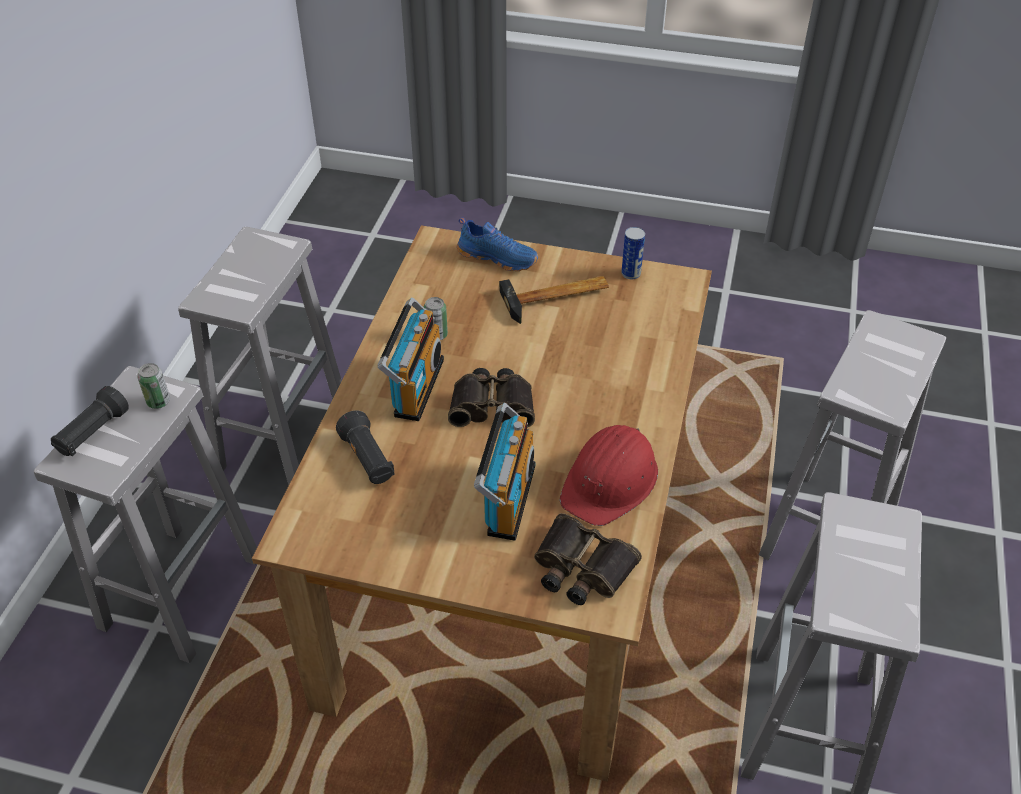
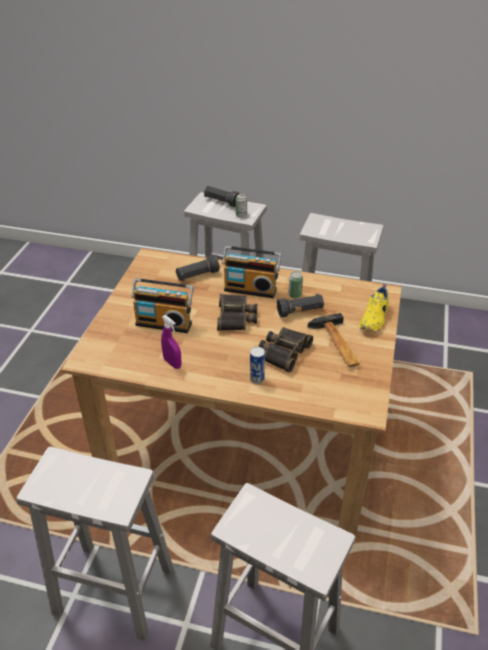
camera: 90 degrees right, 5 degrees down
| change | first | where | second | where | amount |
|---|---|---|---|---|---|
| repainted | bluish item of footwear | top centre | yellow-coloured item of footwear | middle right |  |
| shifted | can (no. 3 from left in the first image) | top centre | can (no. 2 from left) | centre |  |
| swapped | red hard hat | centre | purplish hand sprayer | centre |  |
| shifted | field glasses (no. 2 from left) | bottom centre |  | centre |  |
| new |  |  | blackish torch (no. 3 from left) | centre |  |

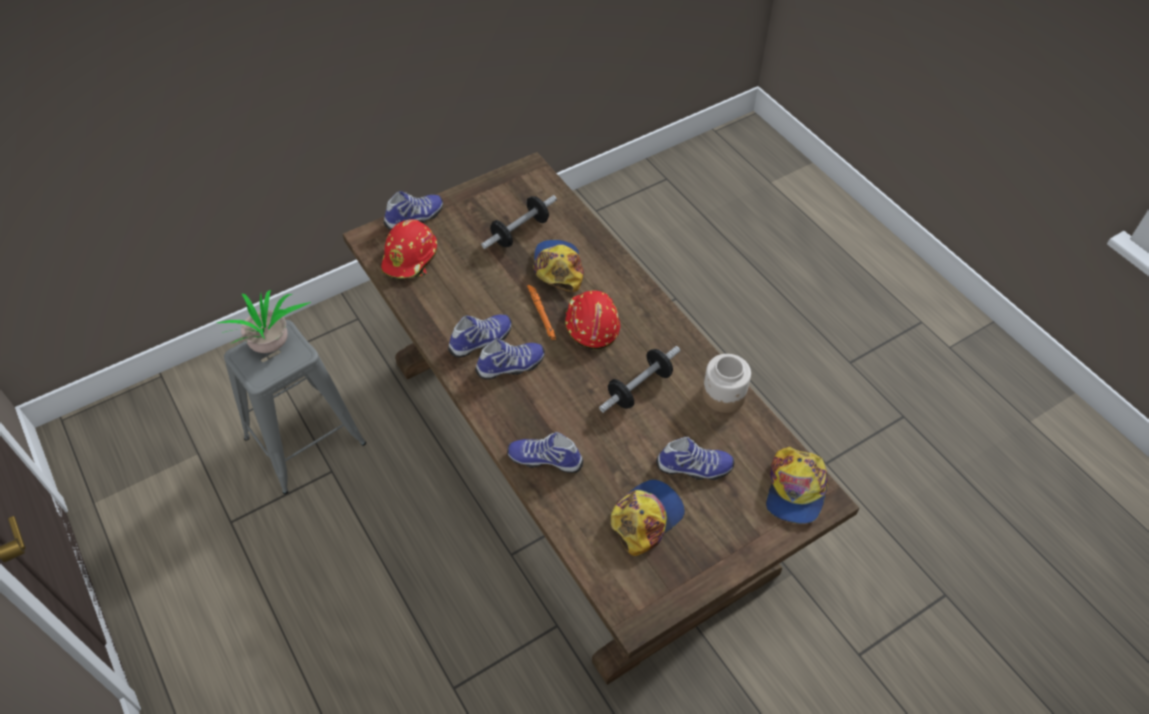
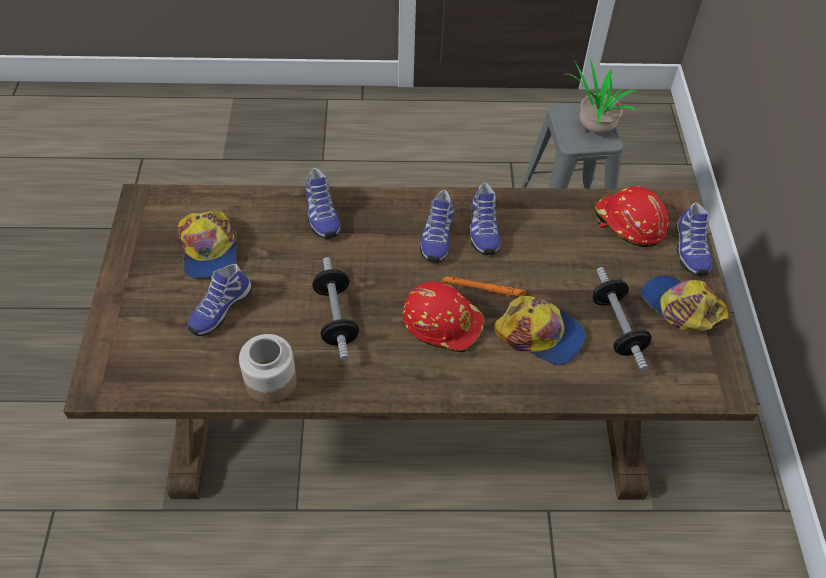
camera: 120 degrees right, 0 degrees up
| change | first | where | second | where | amount |
|---|---|---|---|---|---|
| rotated | item of footwear (no. 4 from left in the first image) | centre | item of footwear (no. 2 from left) | centre | 120 degrees clockwise |
| shifted | baseball cap (no. 3 from left) | bottom right |  | middle right |  |

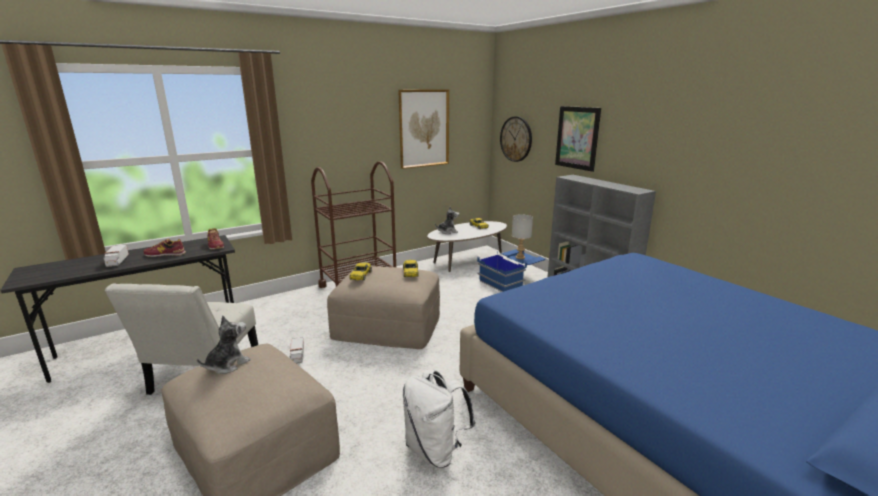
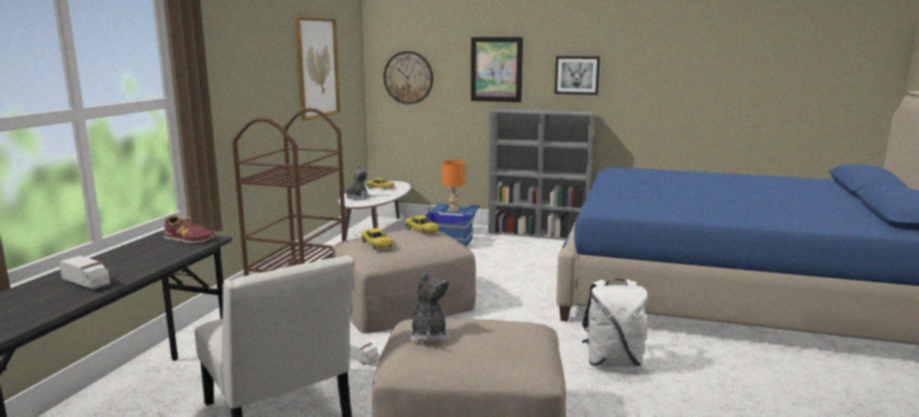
camera: 40 degrees left, 5 degrees down
| change | first | where | second | where | amount |
|---|---|---|---|---|---|
| repainted | greyish table lamp | centre | orange table lamp | centre |  |
| gone | item of footwear (no. 1 from left) | middle left |  |  |  |
| new |  |  | picture (no. 3 from left) | top centre |  |

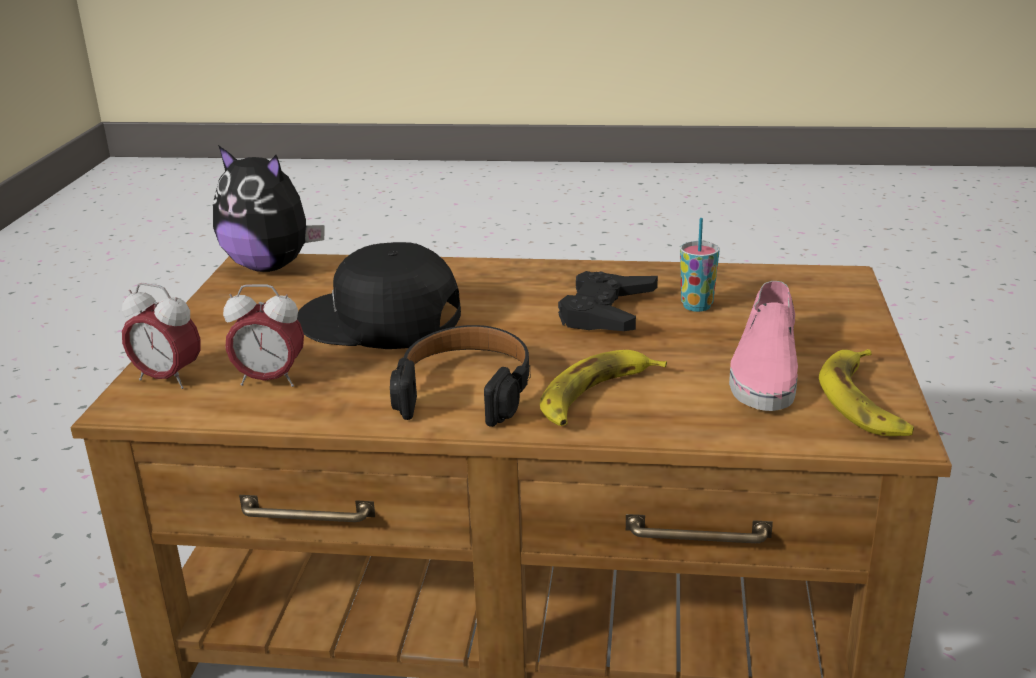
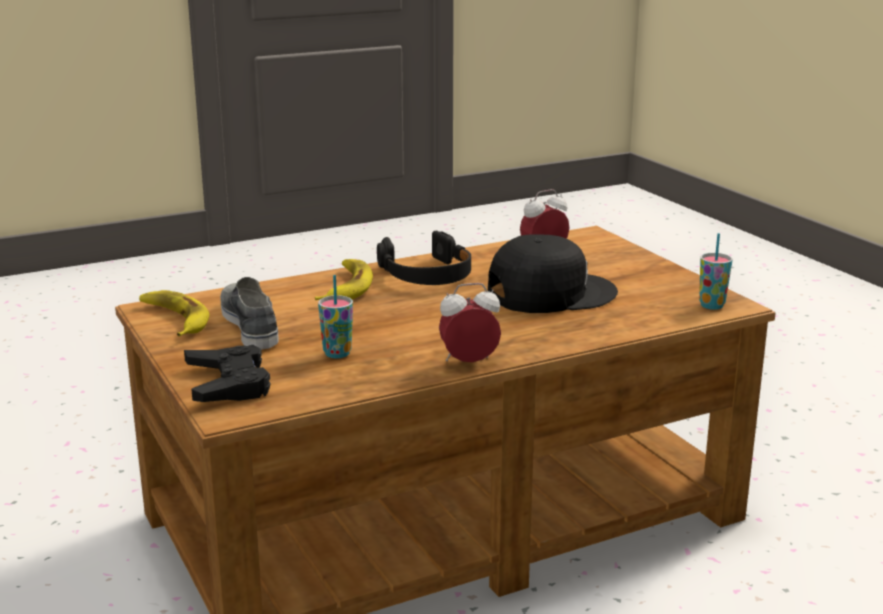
camera: 145 degrees right, 5 degrees down
| change | first | where | second | where | amount |
|---|---|---|---|---|---|
| swapped | plush toy | top left | drinking cup (no. 2 from left) | middle right |  |
| shifted | blackish game controller | centre |  | middle left |  |
| repainted | pink item of footwear | middle right | greyish item of footwear | middle left |  |
| shifted | table clock (no. 1 from left) | middle left |  | centre |  |

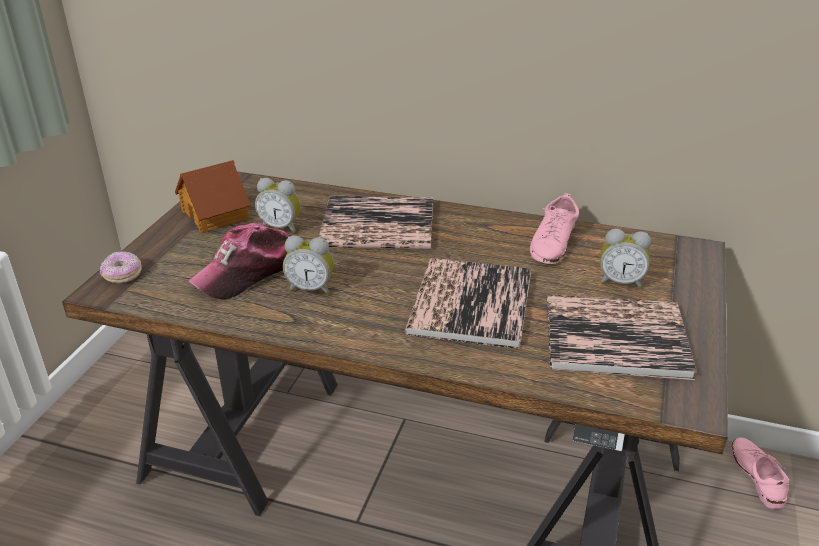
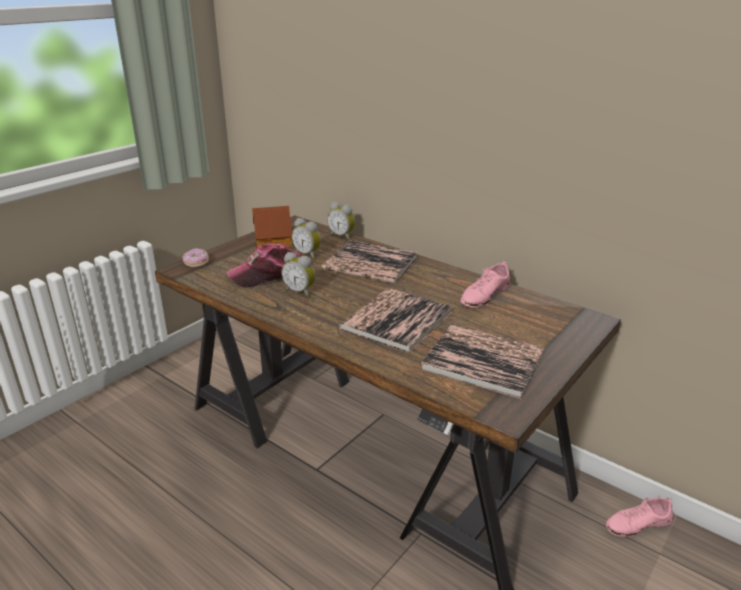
camera: 20 degrees right, 5 degrees down
| change | first | where | second | where | amount |
|---|---|---|---|---|---|
| shifted | table clock (no. 3 from left) | middle right |  | centre |  |
| rotated | pink item of footwear (no. 2 from left) | bottom right |  | bottom right | 120 degrees counterclockwise |

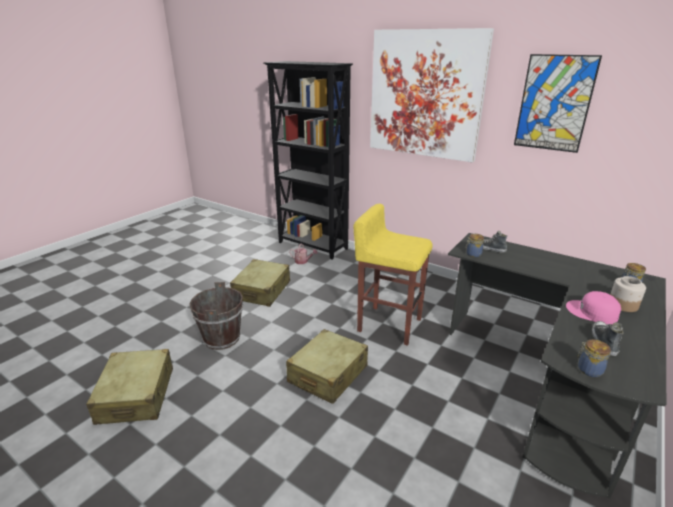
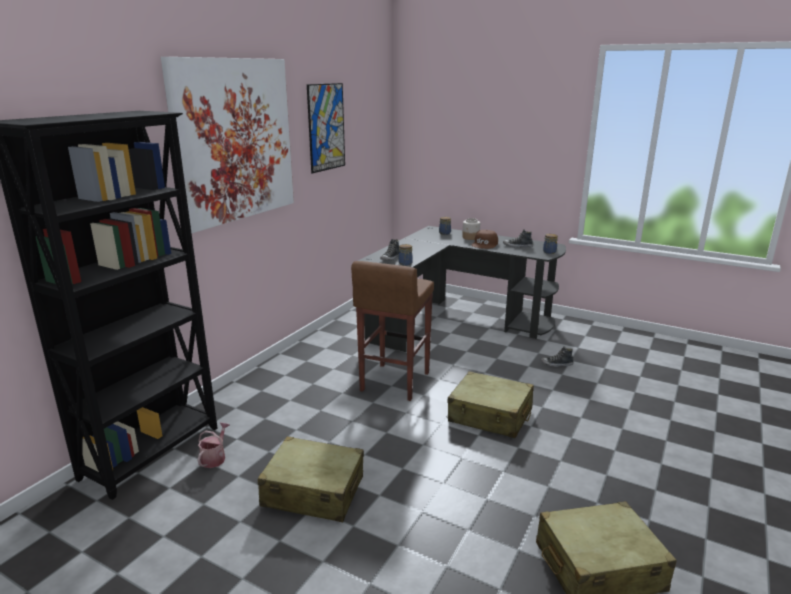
camera: 95 degrees left, 5 degrees down
| change | first | where | second | where | amount |
|---|---|---|---|---|---|
| repainted | yellow-coloured sitting stool | centre | brown sitting stool | centre |  |
| gone | brown bucket | middle left |  |  |  |
| repainted | pink baseball cap | middle right | brown baseball cap | centre |  |
| new |  |  | item of footwear (no. 3 from left) | middle right |  |

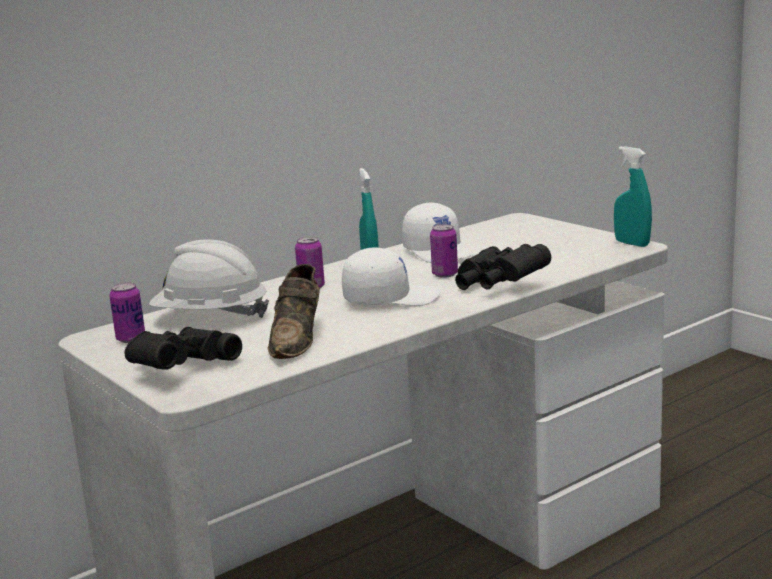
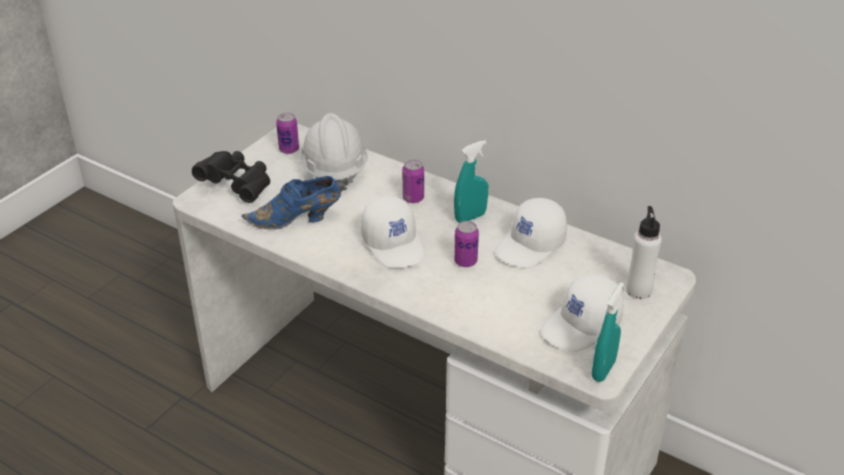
camera: 70 degrees right, 20 degrees up
| change | first | where | second | where | amount |
|---|---|---|---|---|---|
| gone | blackish field glasses (no. 2 from left) | centre |  |  |  |
| repainted | brown item of footwear | centre | bluish item of footwear | centre |  |
| new |  |  | whitish drink bottle | middle right |  |
| new |  |  | whitish baseball cap (no. 3 from left) | middle right |  |

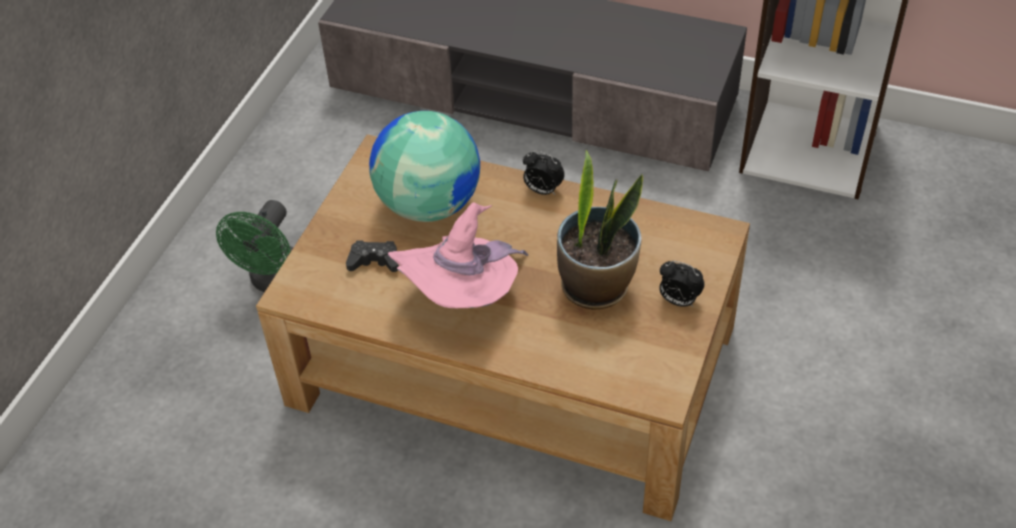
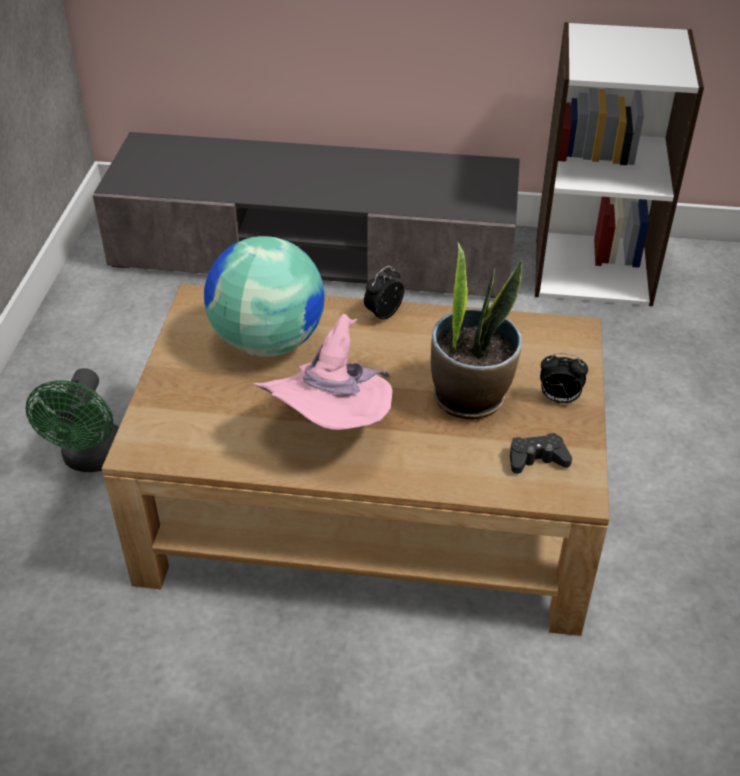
camera: 15 degrees left, 5 degrees down
| change | first | where | second | where | amount |
|---|---|---|---|---|---|
| rotated | table clock (no. 1 from left) | top centre |  | centre | 120 degrees clockwise |
| shifted | blackish game controller | centre |  | middle right |  |

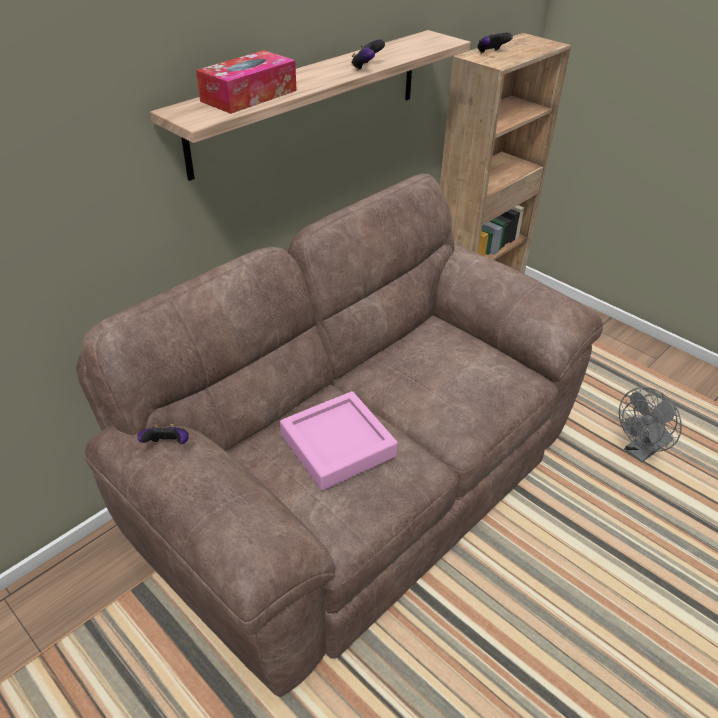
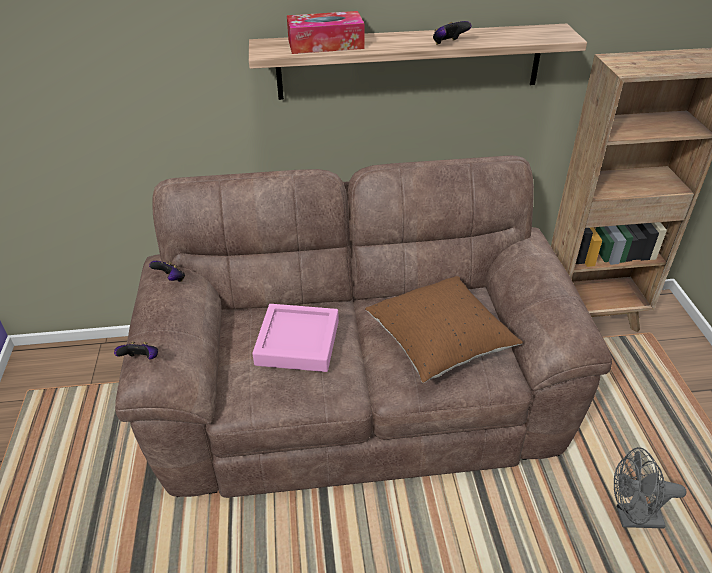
camera: 40 degrees right, 0 degrees up
| change | first | where | second | where | amount |
|---|---|---|---|---|---|
| shifted | game controller (no. 3 from left in the first image) | top right | game controller (no. 1 from left) | middle left |  |
| new |  |  | brown cushion | centre |  |

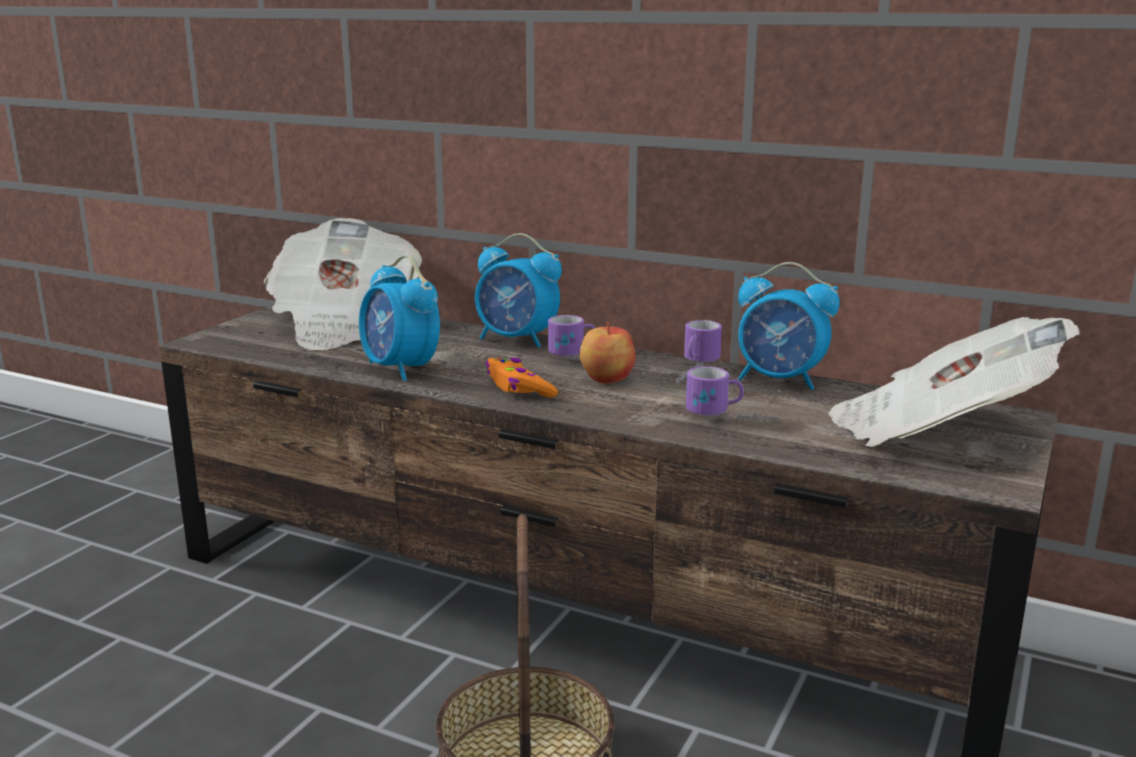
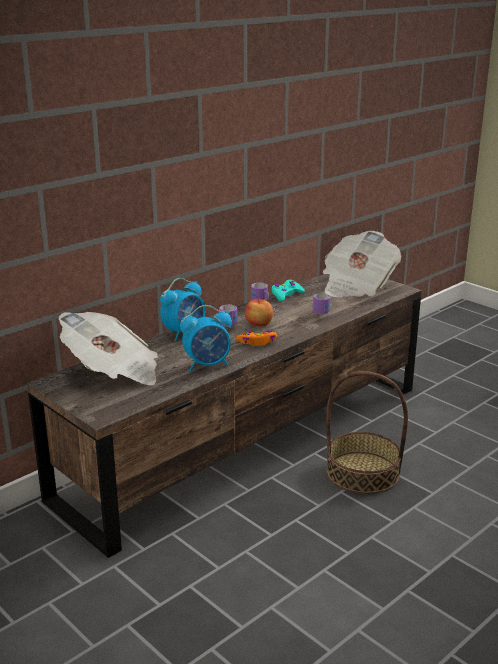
camera: 70 degrees left, 5 degrees up
| change | first | where | second | where | amount |
|---|---|---|---|---|---|
| swapped | table clock (no. 3 from left) | middle right | turquoise-coloured game controller | centre |  |

